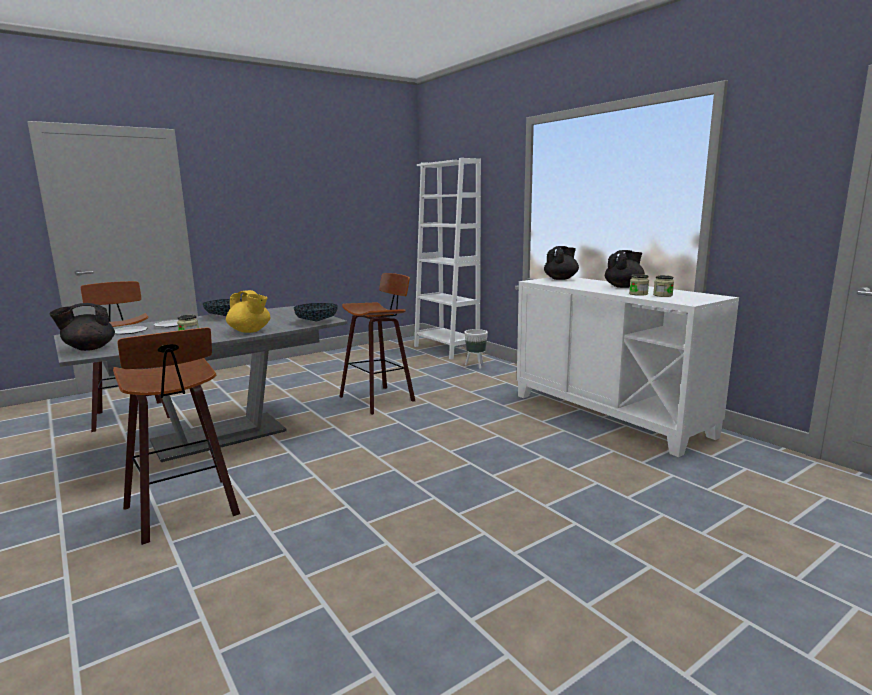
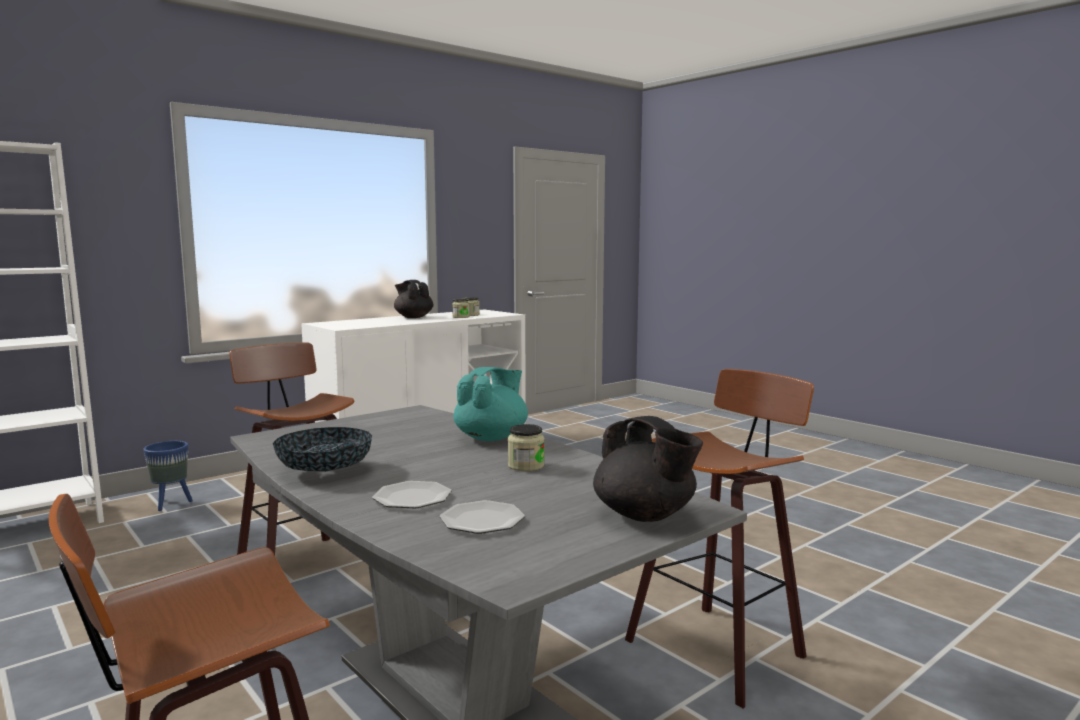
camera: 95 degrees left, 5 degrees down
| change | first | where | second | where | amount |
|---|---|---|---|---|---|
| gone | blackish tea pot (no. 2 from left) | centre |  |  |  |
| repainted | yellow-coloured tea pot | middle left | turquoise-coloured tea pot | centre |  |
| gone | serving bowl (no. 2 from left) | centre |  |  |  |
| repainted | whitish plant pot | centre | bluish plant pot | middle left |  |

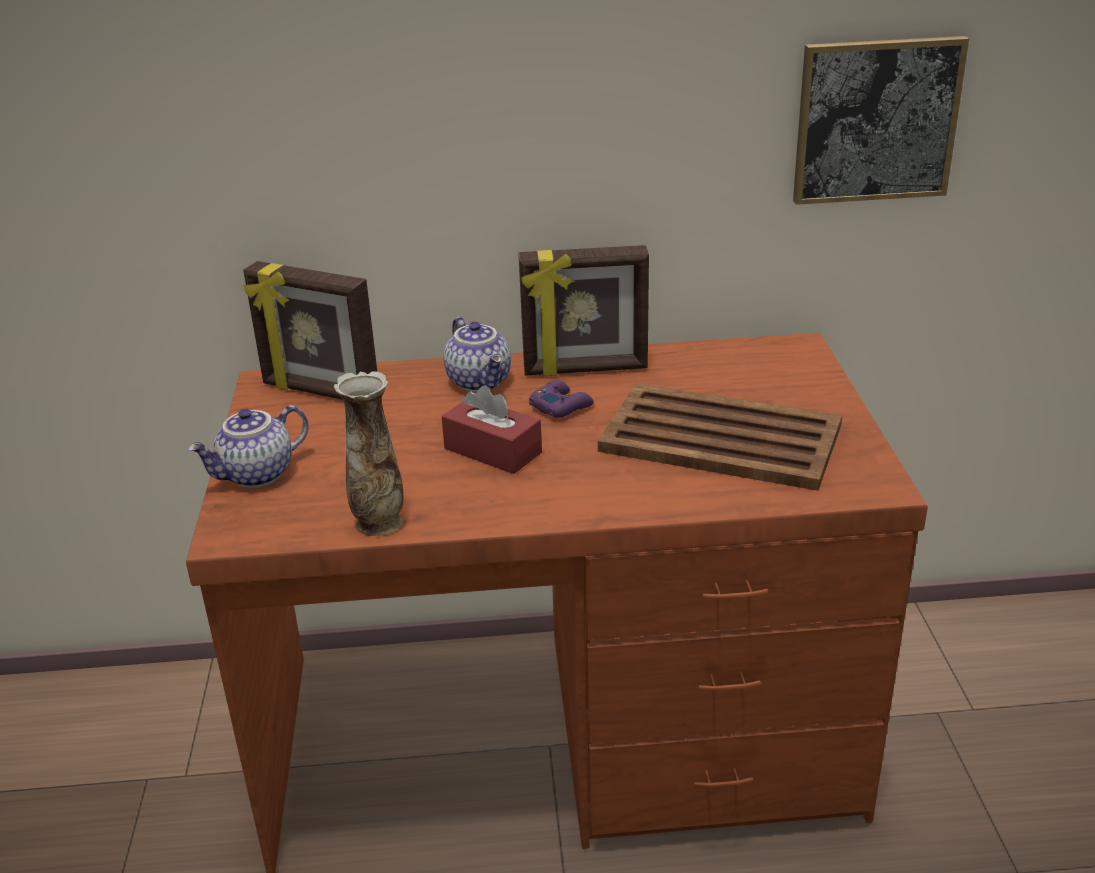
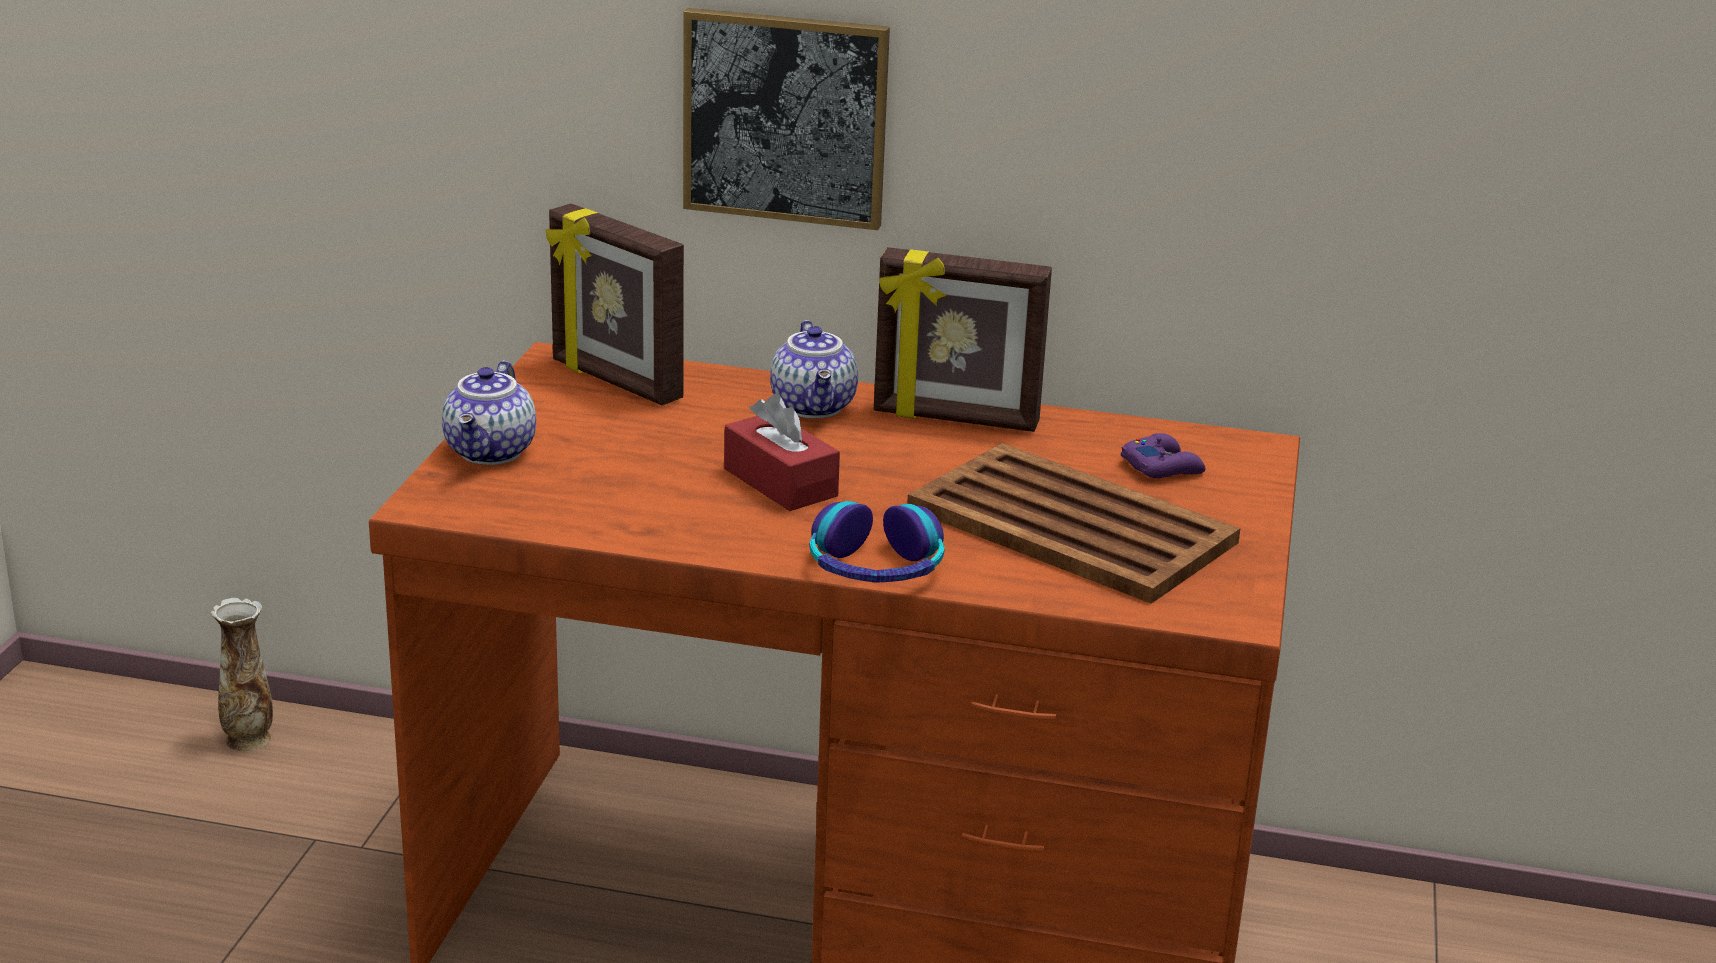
camera: 15 degrees right, 5 degrees down
| change | first | where | second | where | amount |
|---|---|---|---|---|---|
| shifted | picture | top right |  | top centre |  |
| shifted | vase | centre |  | bottom left |  |
| shifted | purplish game controller | centre |  | middle right |  |
| rotated | tea pot (no. 1 from left) | middle left |  | middle left | 60 degrees counterclockwise |
| new |  |  | headphones | centre |  |

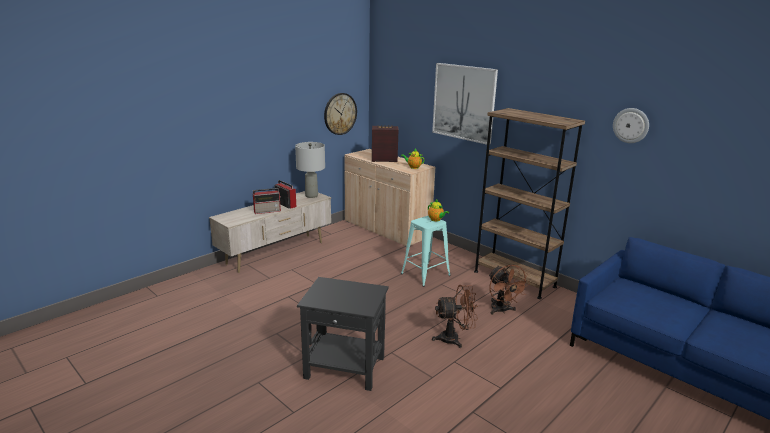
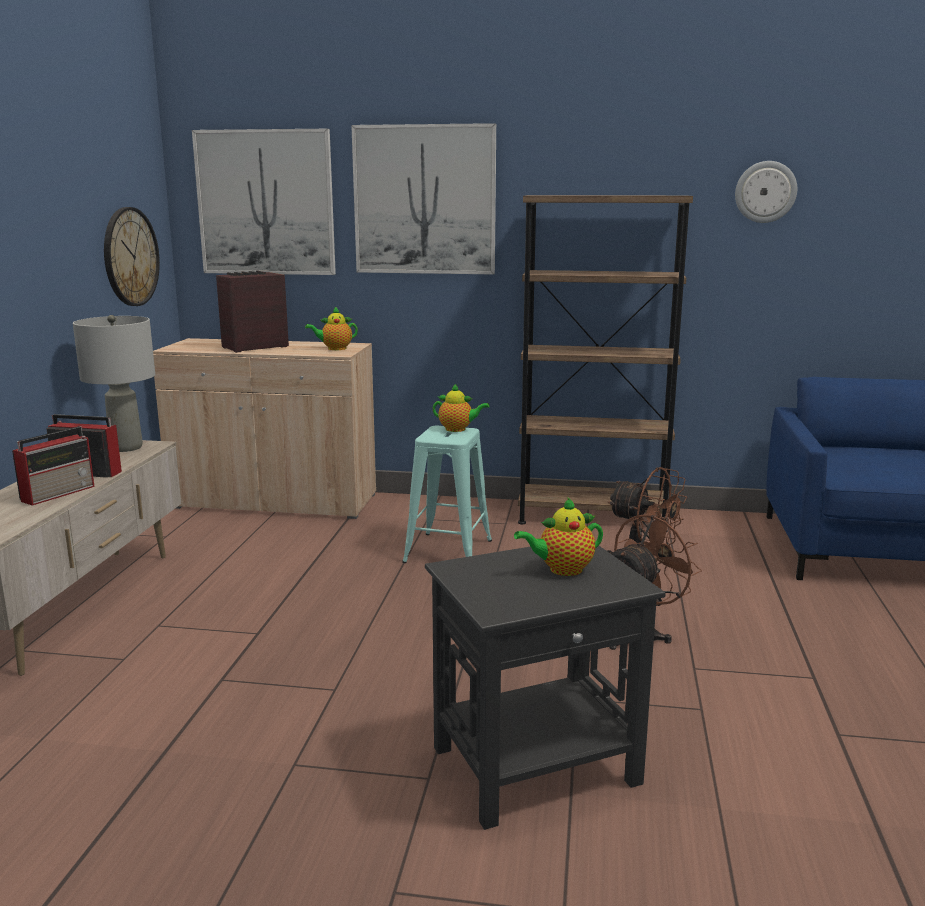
camera: 35 degrees left, 5 degrees down
| change | first | where | second | where | amount |
|---|---|---|---|---|---|
| new |  |  | picture (no. 1 from left) | top left |  |
| new |  |  | tea pot (no. 3 from left) | centre |  |

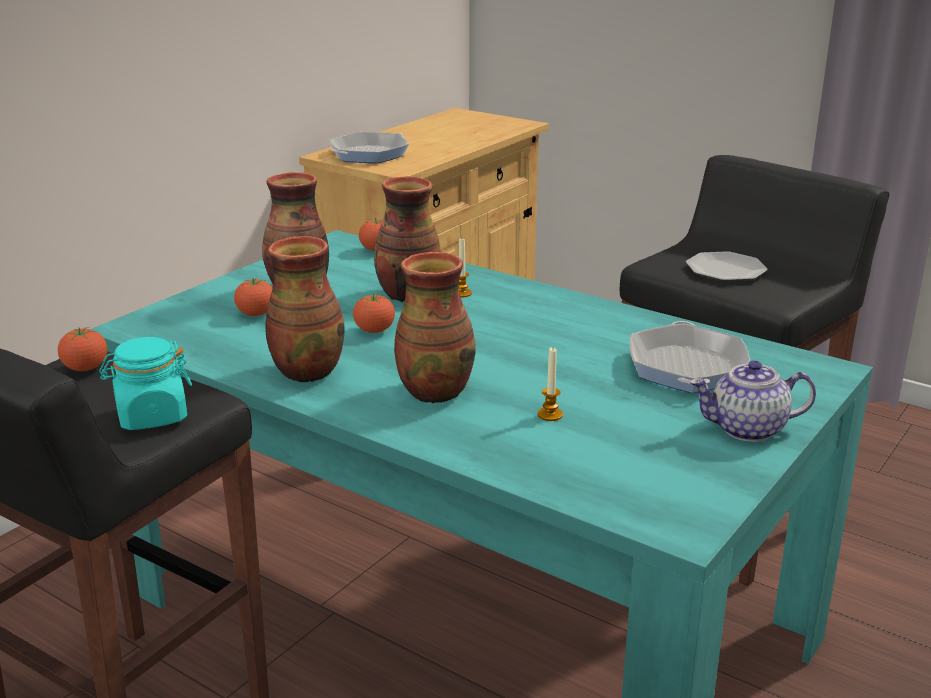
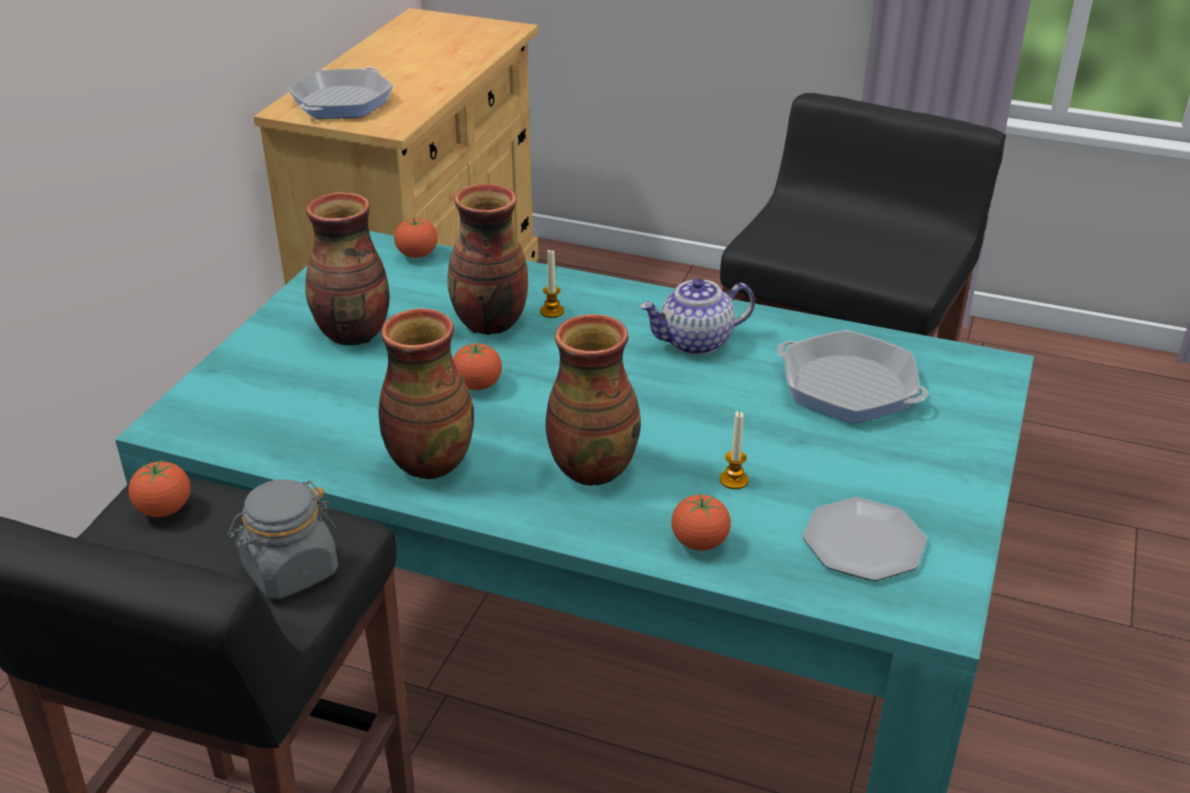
camera: 15 degrees left, 10 degrees up
| change | first | where | second | where | amount |
|---|---|---|---|---|---|
| shifted | plate | middle right |  | bottom right |  |
| shifted | whole tomato (no. 2 from left in the first image) | middle left | whole tomato (no. 4 from left) | centre |  |
| rotated | pan (no. 2 from left) | middle right |  | middle right | 45 degrees counterclockwise |
| repainted | turquoise-coloured preserve jar | middle left | greyish preserve jar | bottom left |  |
| shifted | tea pot | middle right |  | centre |  |

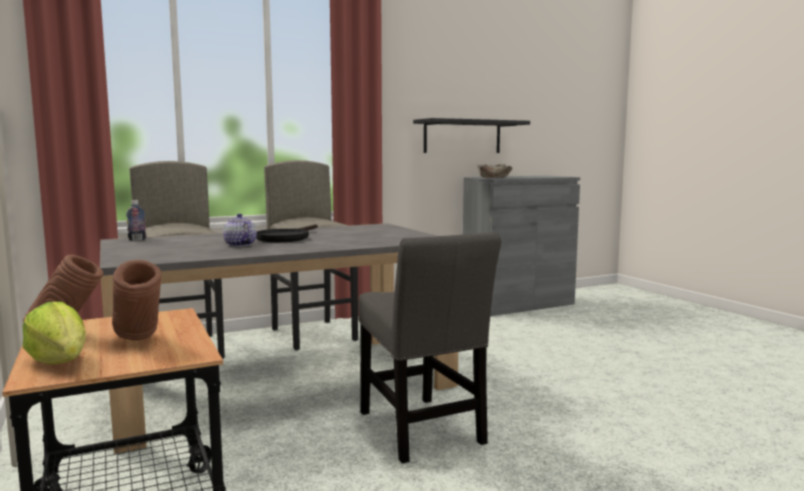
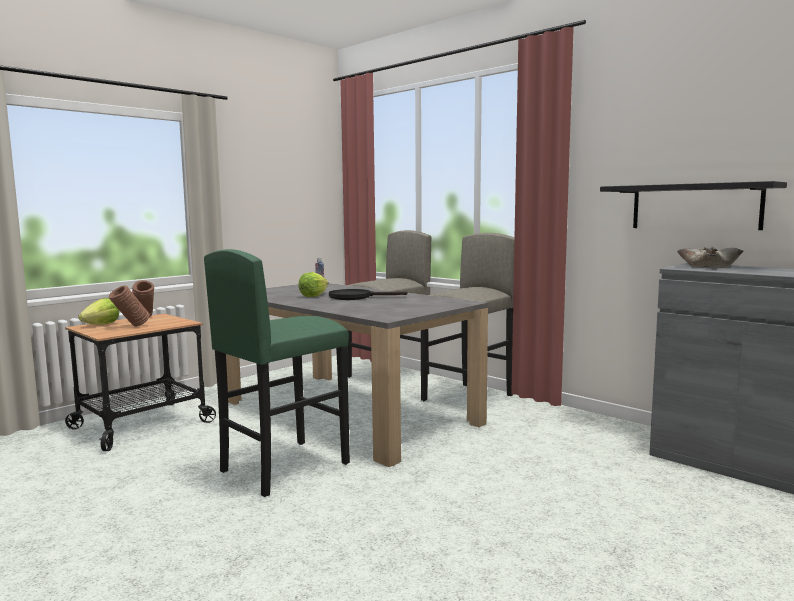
camera: 70 degrees right, 0 degrees up
| change | first | where | second | where | amount |
|---|---|---|---|---|---|
| swapped | tea pot | middle left | lettuce head (no. 2 from left) | centre |  |
| swapped | greyish upright chair | bottom centre | green sitting stool | centre |  |

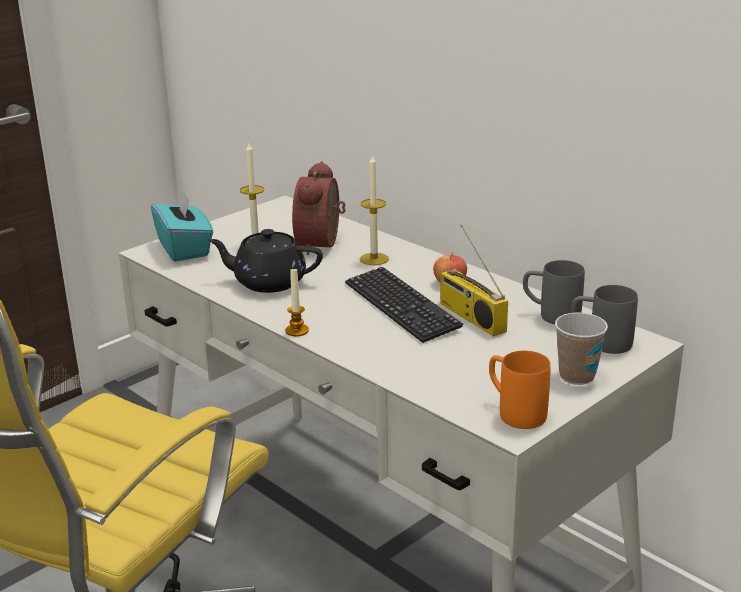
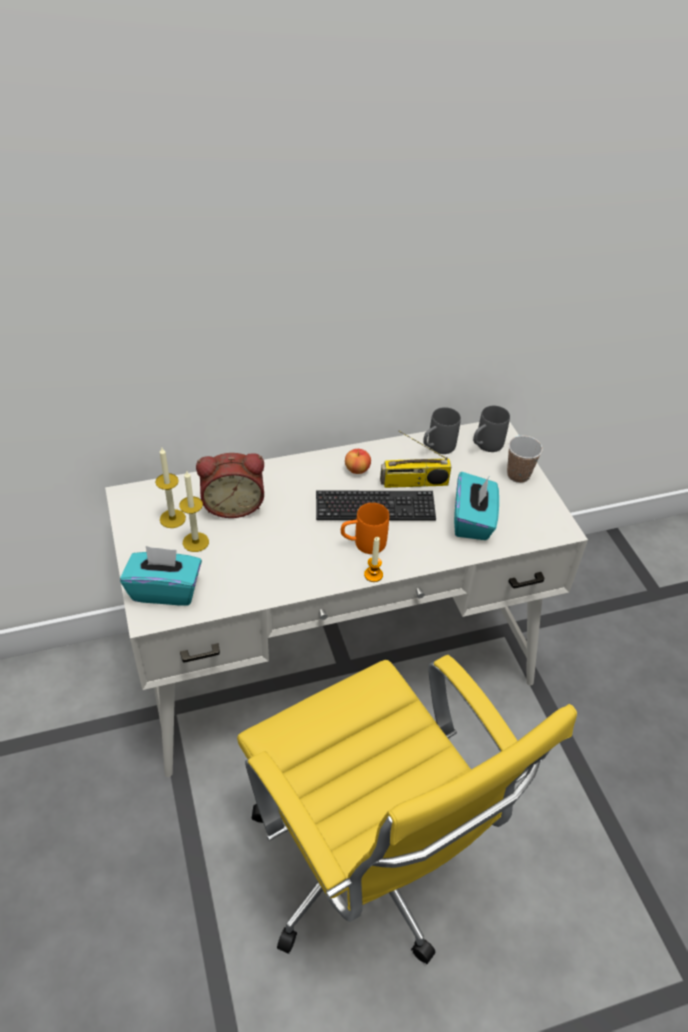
camera: 65 degrees left, 20 degrees up
| change | first | where | second | where | amount |
|---|---|---|---|---|---|
| shifted | candle (no. 3 from left in the first image) | centre | candle (no. 1 from left) | middle left |  |
| rotated | table clock | centre |  | centre | 45 degrees counterclockwise |
| gone | blackish tea pot | centre |  |  |  |
| shifted | orange tea mug | middle right |  | centre |  |
| new |  |  | turquoise-coloured tissue box (no. 2 from left) | middle right |  |

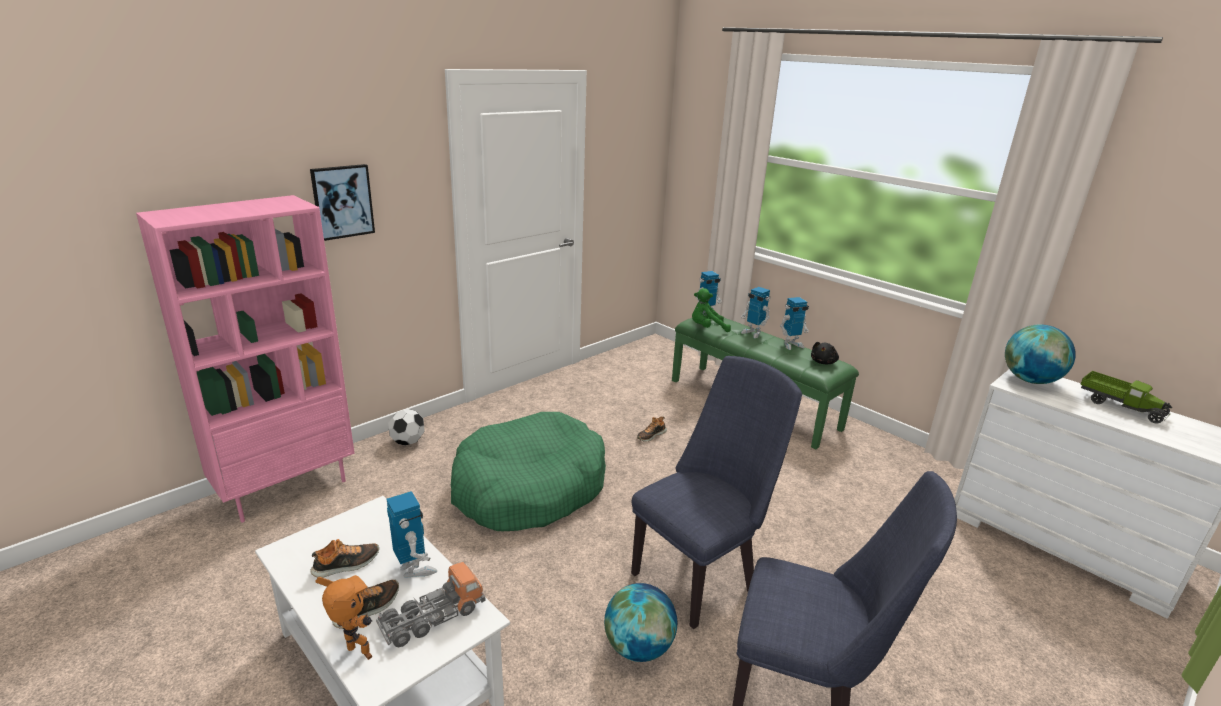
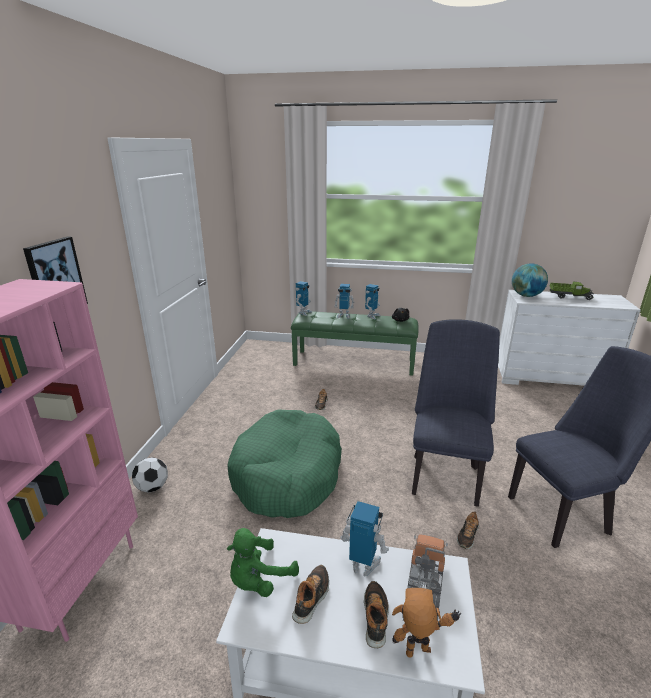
camera: 35 degrees left, 0 degrees up
| change | first | where | second | where | amount |
|---|---|---|---|---|---|
| shifted | green plush toy | centre |  | bottom centre |  |
| swapped | world globe (no. 1 from left) | bottom centre | item of footwear (no. 4 from left) | bottom right |  |

